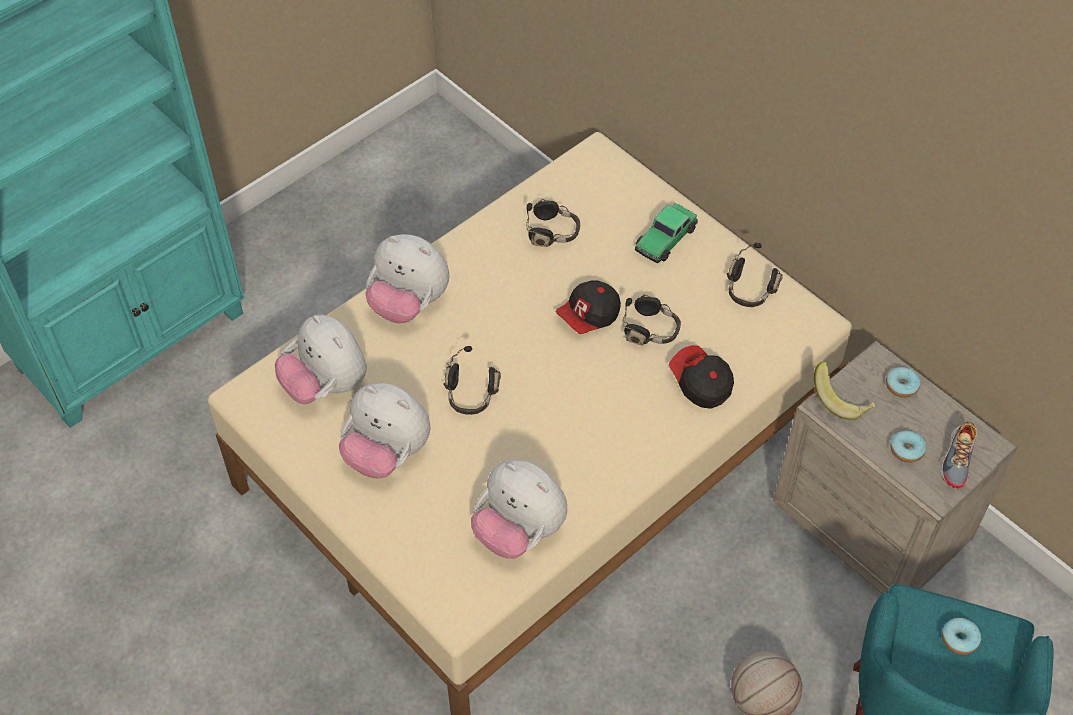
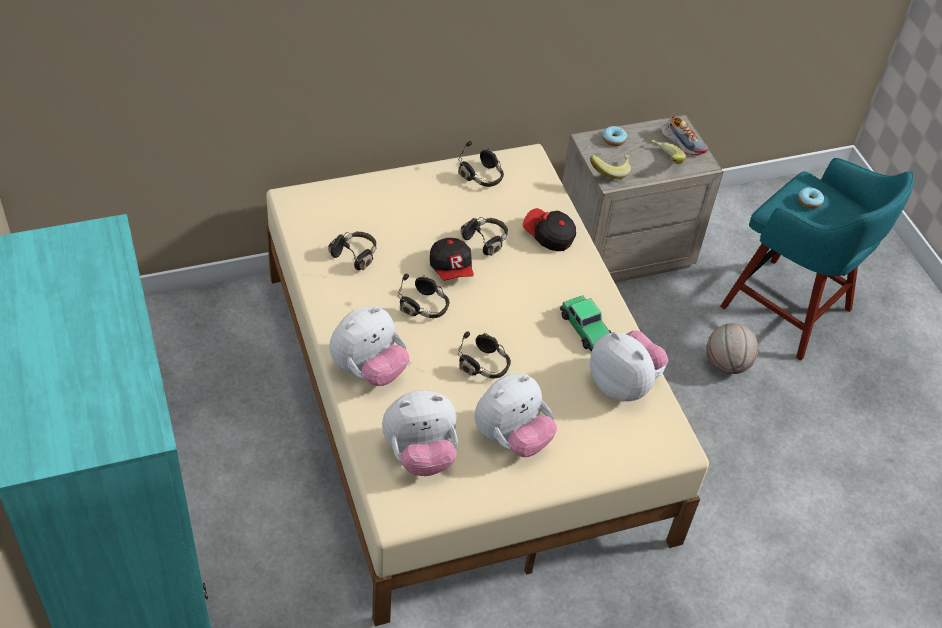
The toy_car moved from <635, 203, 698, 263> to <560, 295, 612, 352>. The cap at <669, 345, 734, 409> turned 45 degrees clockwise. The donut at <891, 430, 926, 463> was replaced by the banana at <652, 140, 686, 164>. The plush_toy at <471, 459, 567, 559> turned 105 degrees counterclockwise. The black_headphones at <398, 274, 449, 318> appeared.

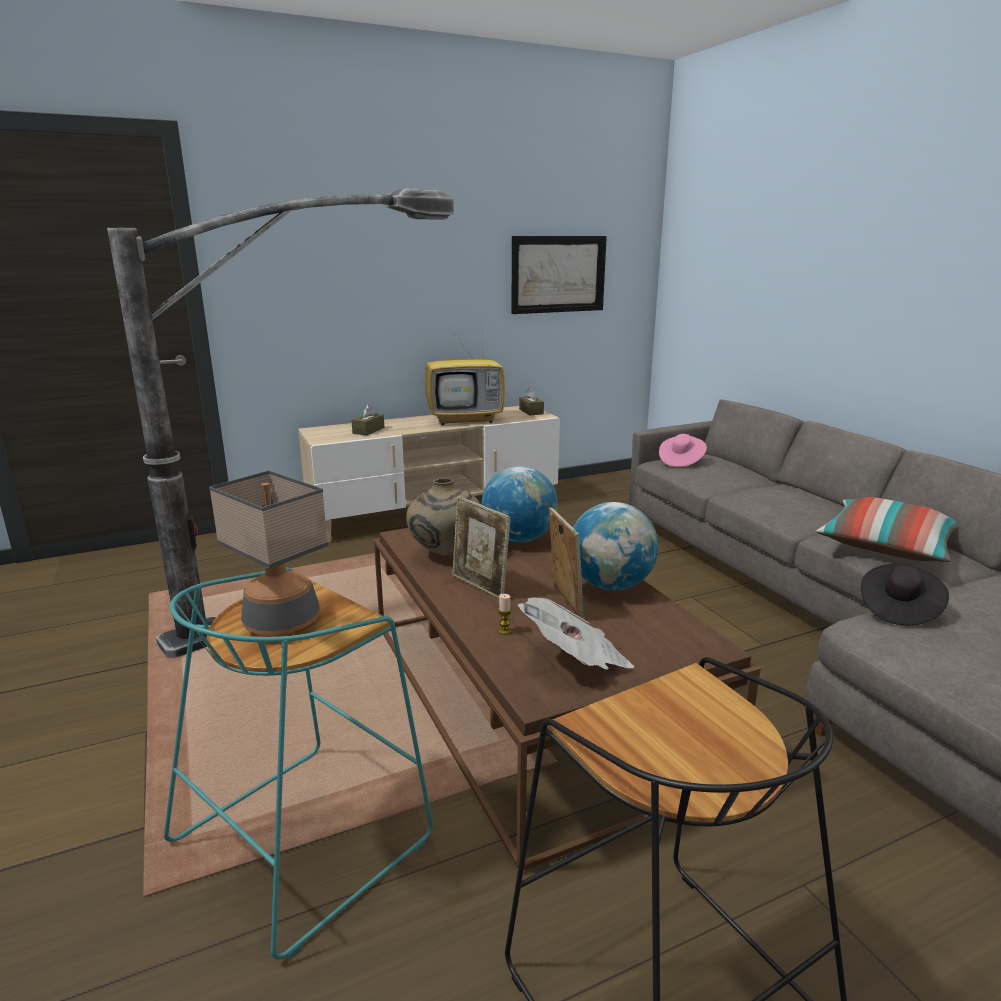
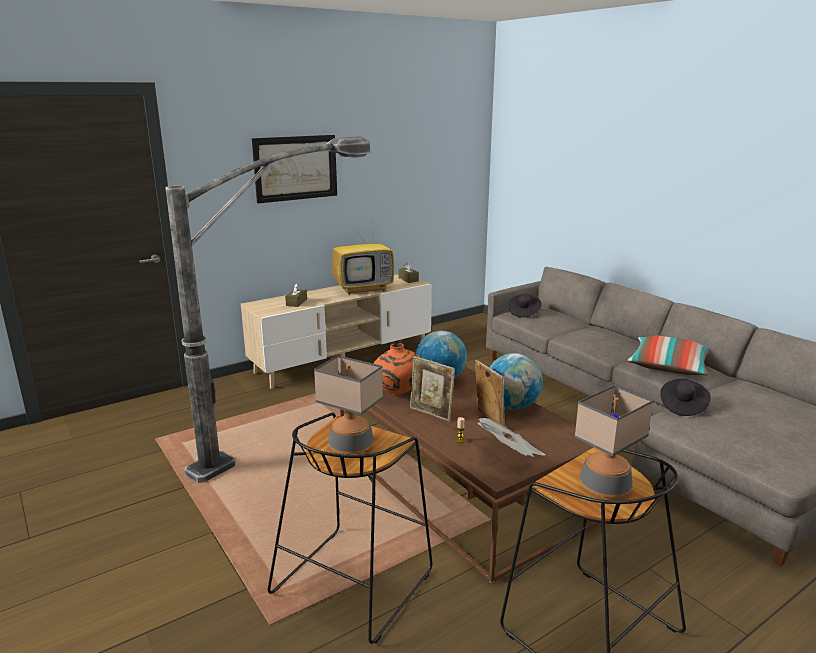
The picture moved from <511, 236, 607, 314> to <252, 135, 337, 203>. The pink_hat at <659, 434, 707, 467> became the black_hat at <508, 294, 542, 318>. The beige_vase at <406, 479, 480, 556> became the orange_vase at <373, 343, 419, 395>. The turquoise_stool at <164, 568, 433, 960> became the black_stool at <268, 413, 432, 644>. The table_lamp at <574, 385, 654, 498> appeared.

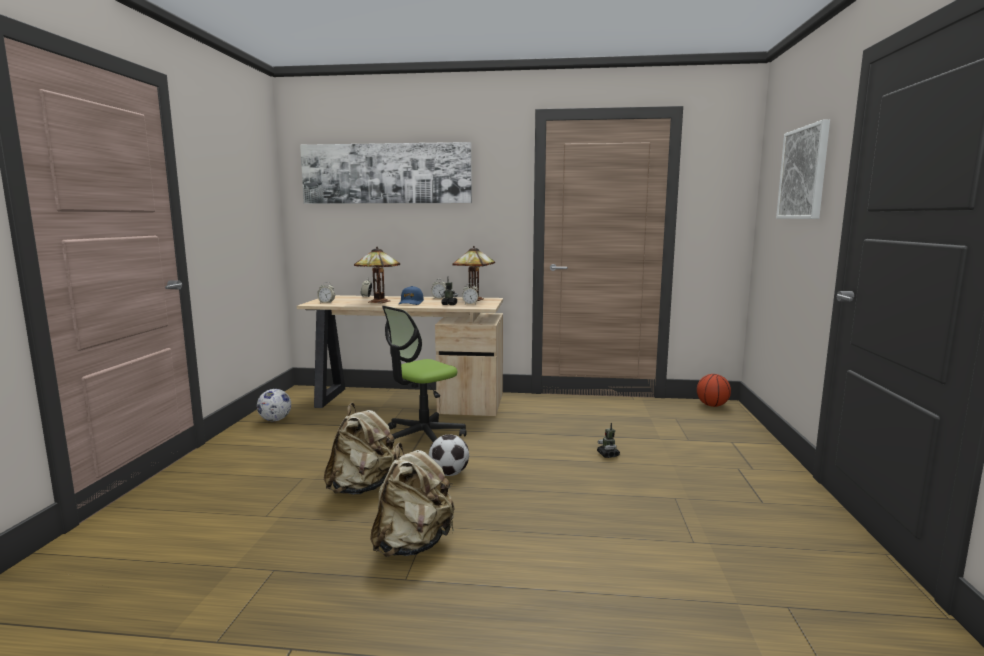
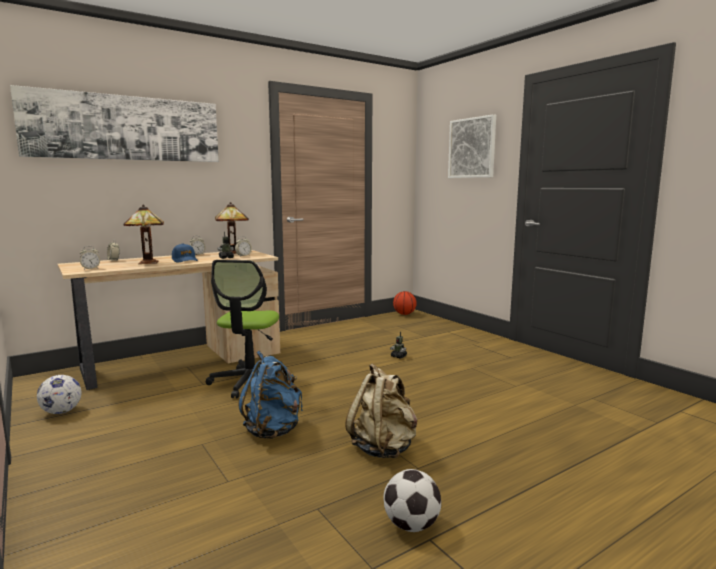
The beige_backpack at <324, 403, 397, 495> became the blue_backpack at <238, 351, 303, 439>. The football moved from <429, 435, 469, 476> to <384, 469, 441, 532>.

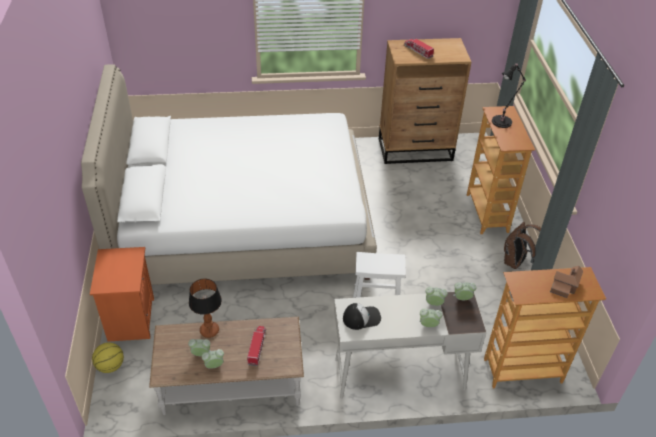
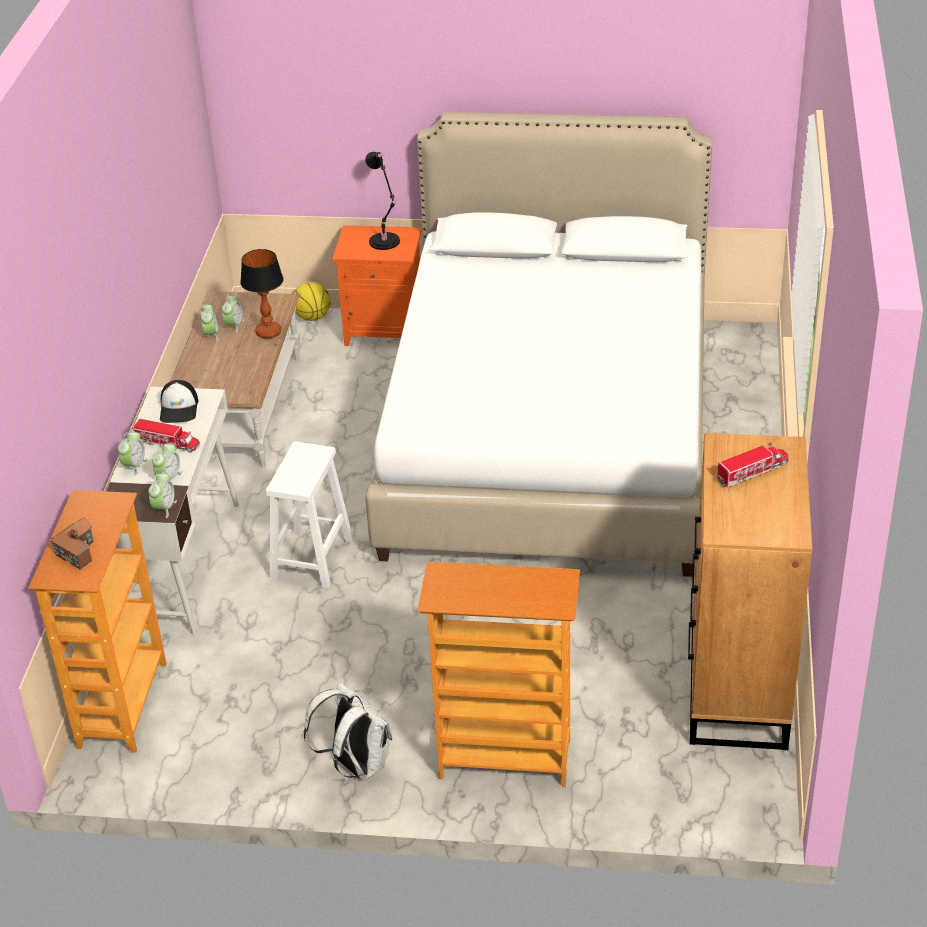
The black_table_lamp moved from <492, 64, 526, 128> to <365, 152, 400, 250>. The brown_backpack at <504, 222, 541, 269> became the white_backpack at <304, 683, 392, 781>. The toy_truck moved from <247, 326, 266, 366> to <132, 419, 200, 453>.

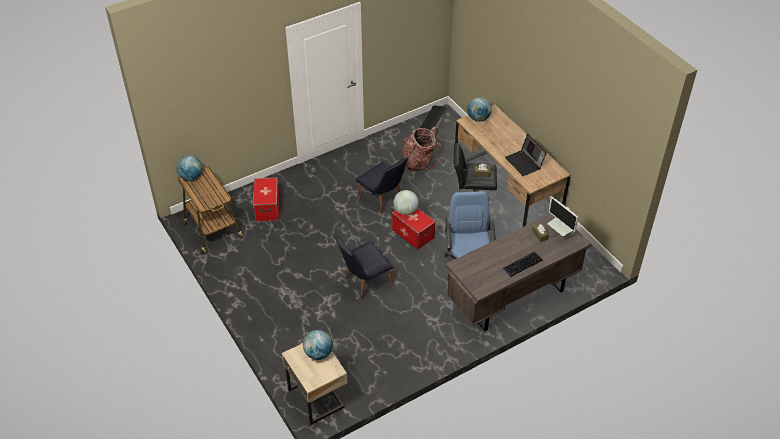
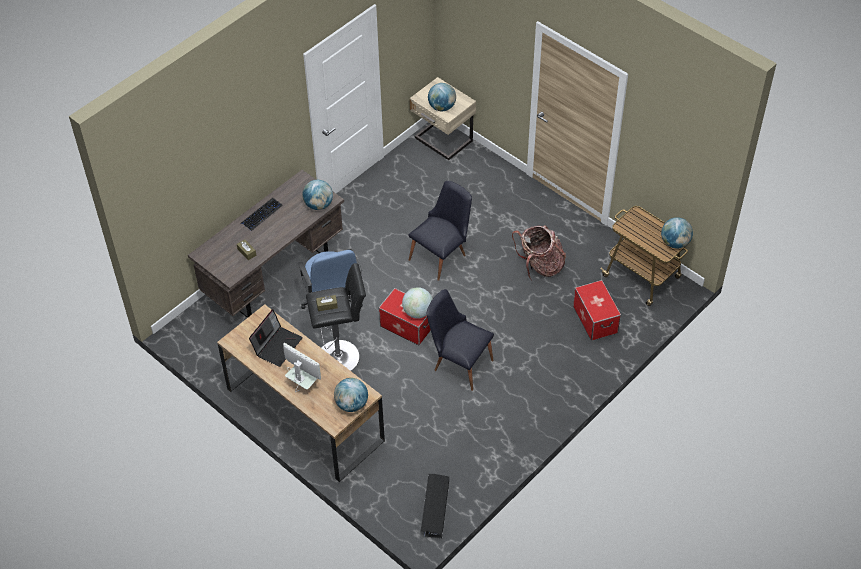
The backpack moved from <402, 127, 442, 172> to <512, 225, 566, 280>. The laptop at <505, 134, 546, 176> turned 75 degrees clockwise. The monitor moved from <547, 197, 578, 241> to <283, 343, 321, 392>. The globe at <302, 180, 333, 210> appeared.

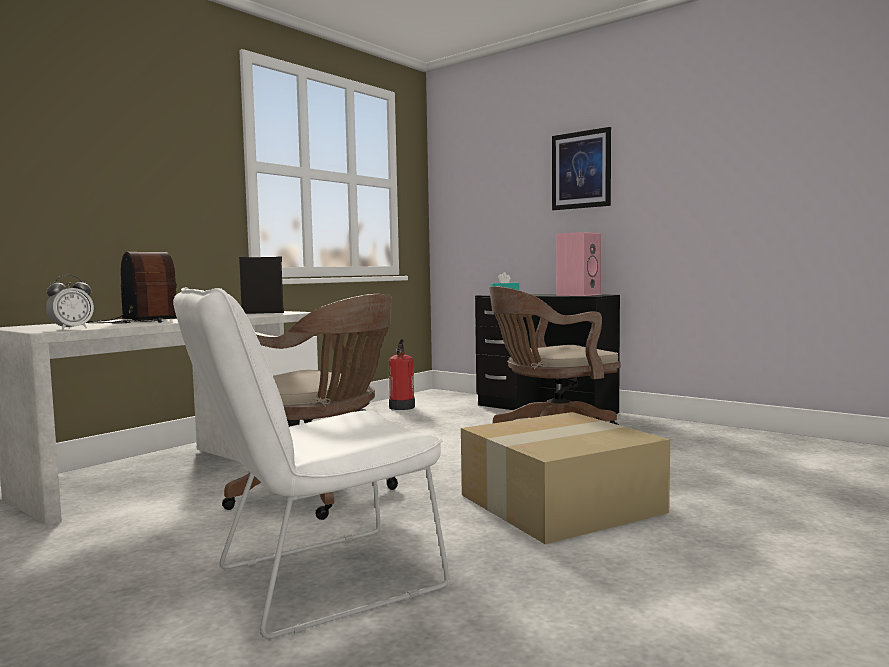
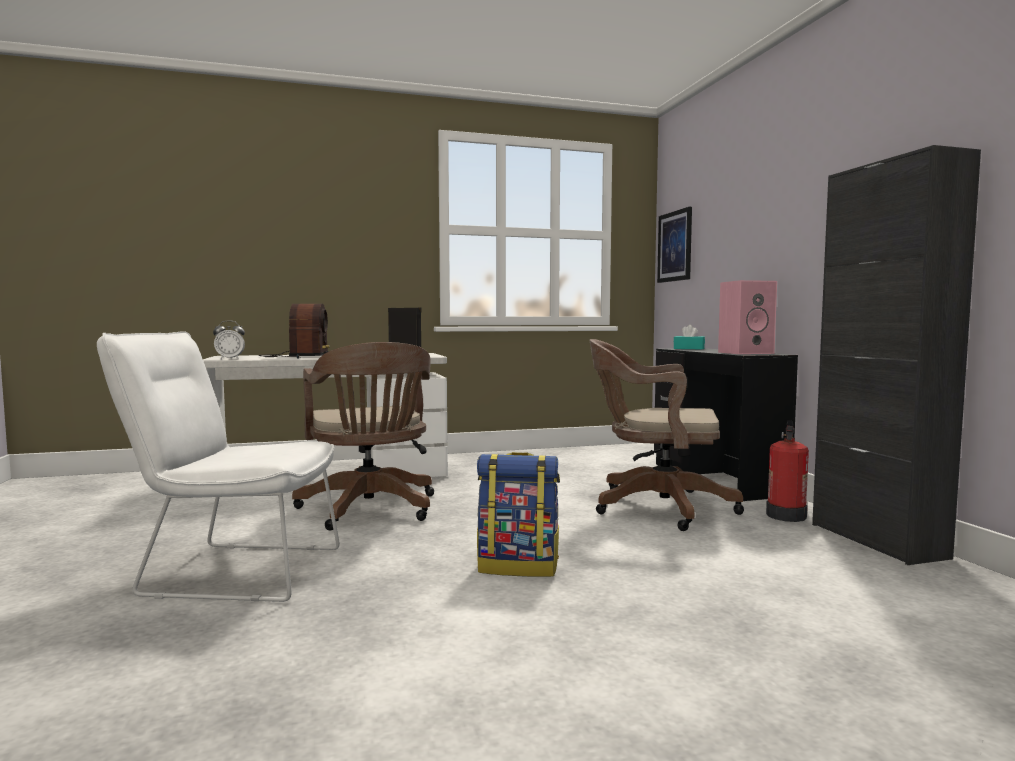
The picture moved from <552, 127, 611, 210> to <657, 207, 692, 283>. The fire_extinguisher moved from <389, 339, 415, 410> to <766, 420, 809, 522>. The cardboard_box at <461, 412, 670, 544> was replaced by the backpack at <477, 452, 560, 577>. The black_cabinet at <812, 145, 981, 565> appeared.

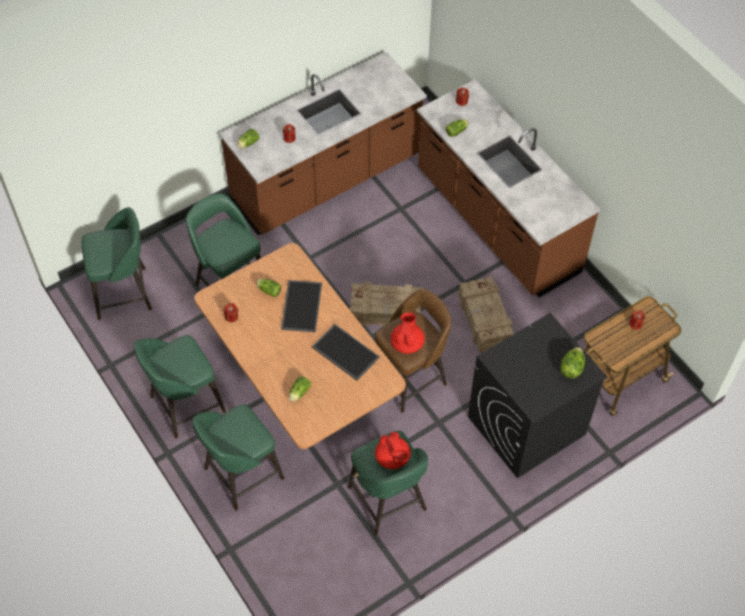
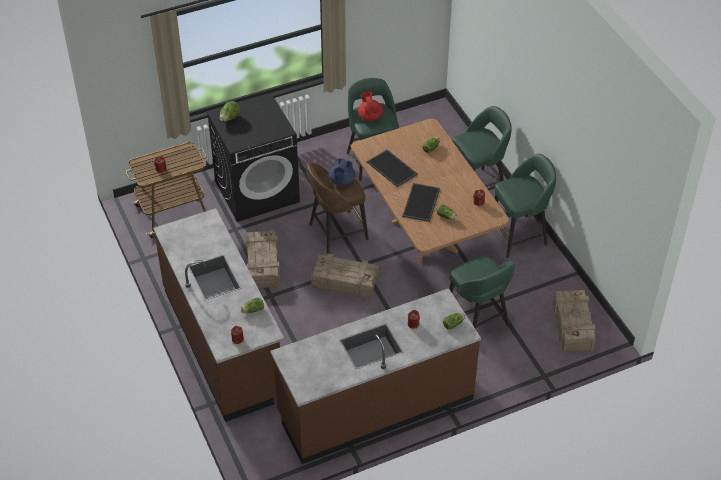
The green_stool at <81, 207, 152, 320> was replaced by the crate at <553, 290, 596, 353>. The red_teapot at <391, 312, 425, 354> became the blue_teapot at <329, 158, 355, 186>.

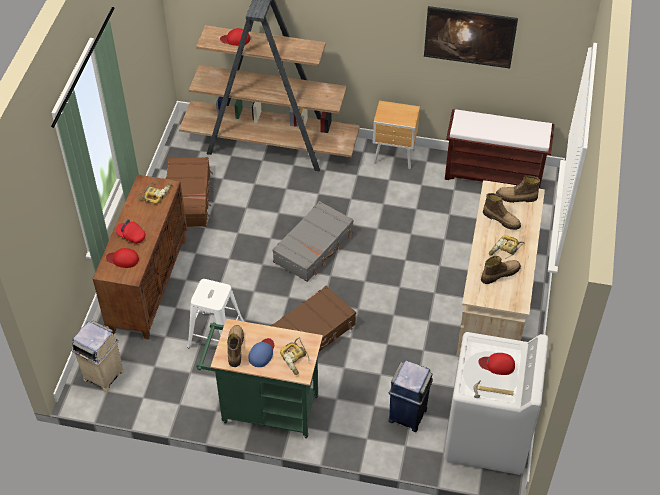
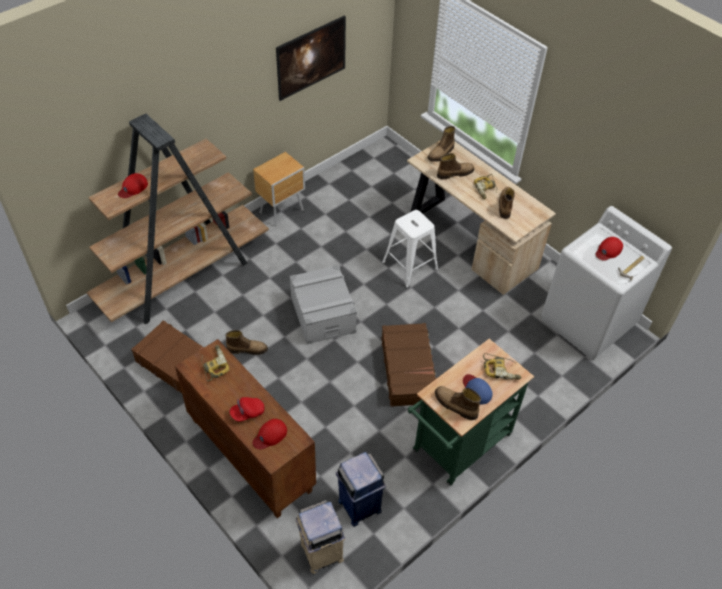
The brown_bench at <445, 109, 555, 189> disappeared. The grey_suitcase at <272, 201, 354, 282> was replaced by the grey_storage_box at <289, 265, 357, 344>. The white_stool moved from <187, 279, 244, 348> to <382, 210, 439, 288>. The blue_trash_can moved from <388, 360, 433, 432> to <336, 452, 386, 527>. The boot at <225, 330, 268, 355> appeared.

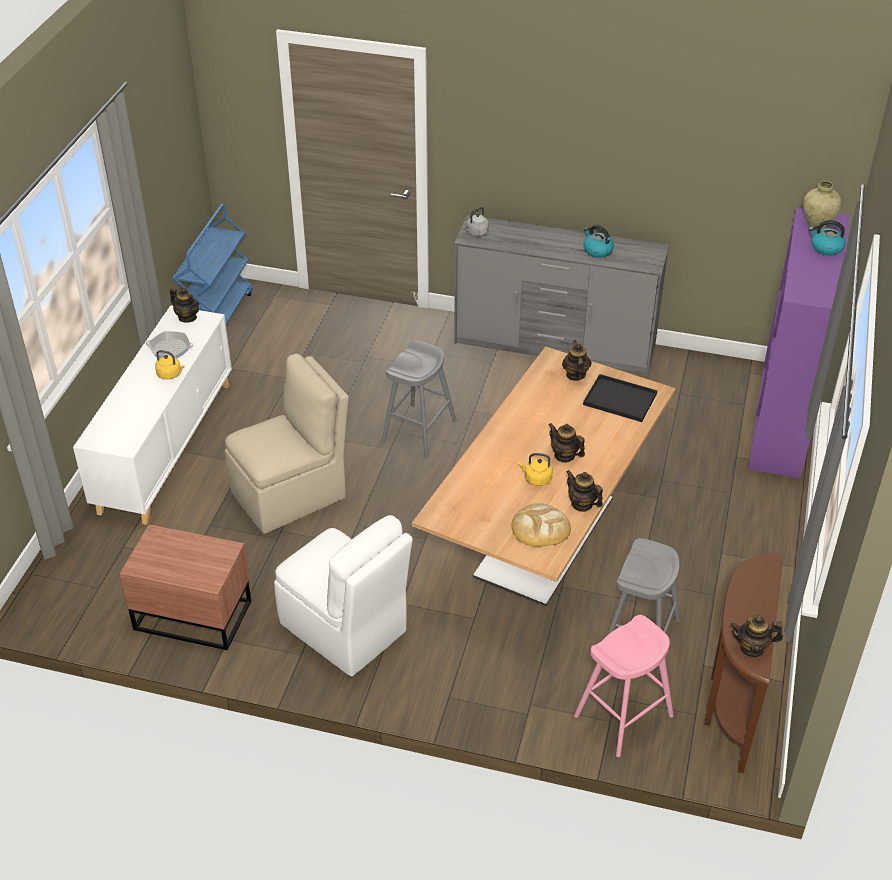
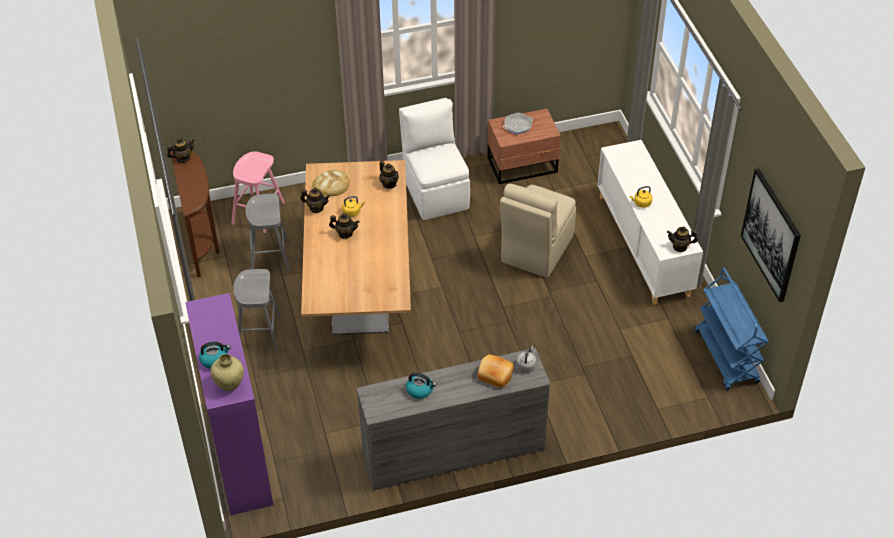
The frying_pan moved from <146, 331, 193, 359> to <503, 113, 533, 134>. The teapot moved from <562, 340, 592, 381> to <379, 161, 399, 189>. The grey_stool moved from <382, 341, 457, 458> to <233, 269, 280, 351>. The black_tray at <583, 374, 657, 422> disappeared. The white_chair at <274, 515, 413, 677> turned 60 degrees clockwise. The picture at <741, 168, 801, 302> appeared. The bread at <477, 354, 514, 388> appeared.

